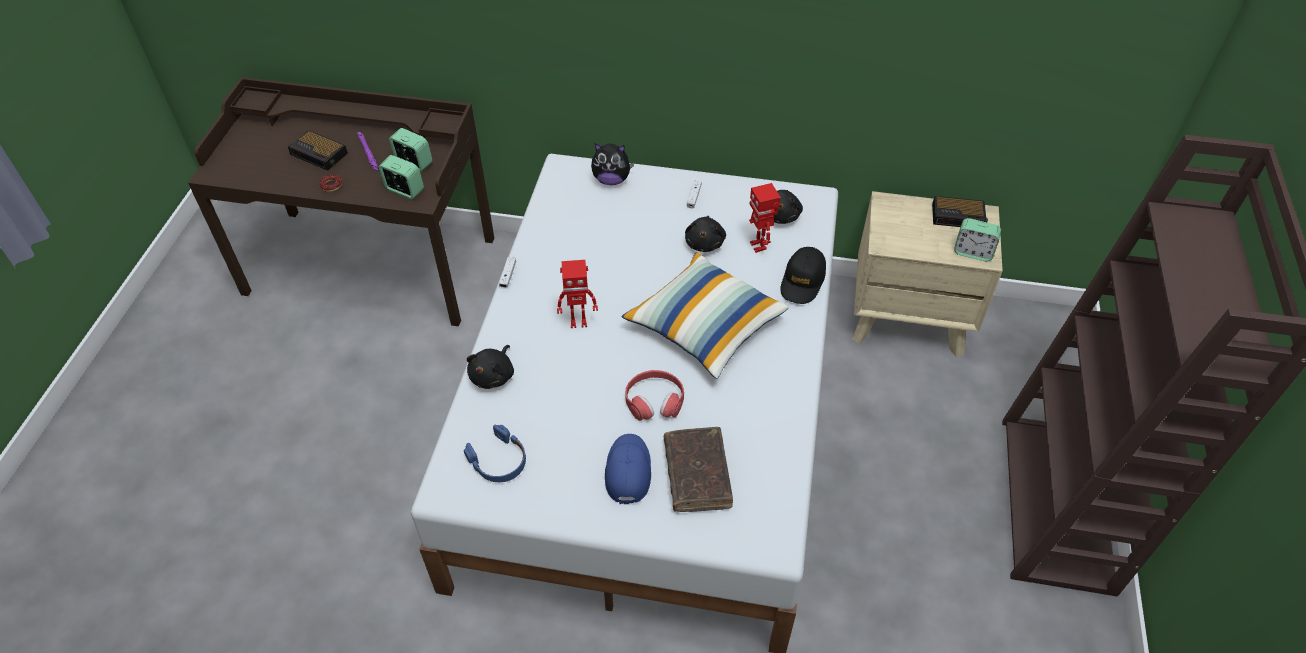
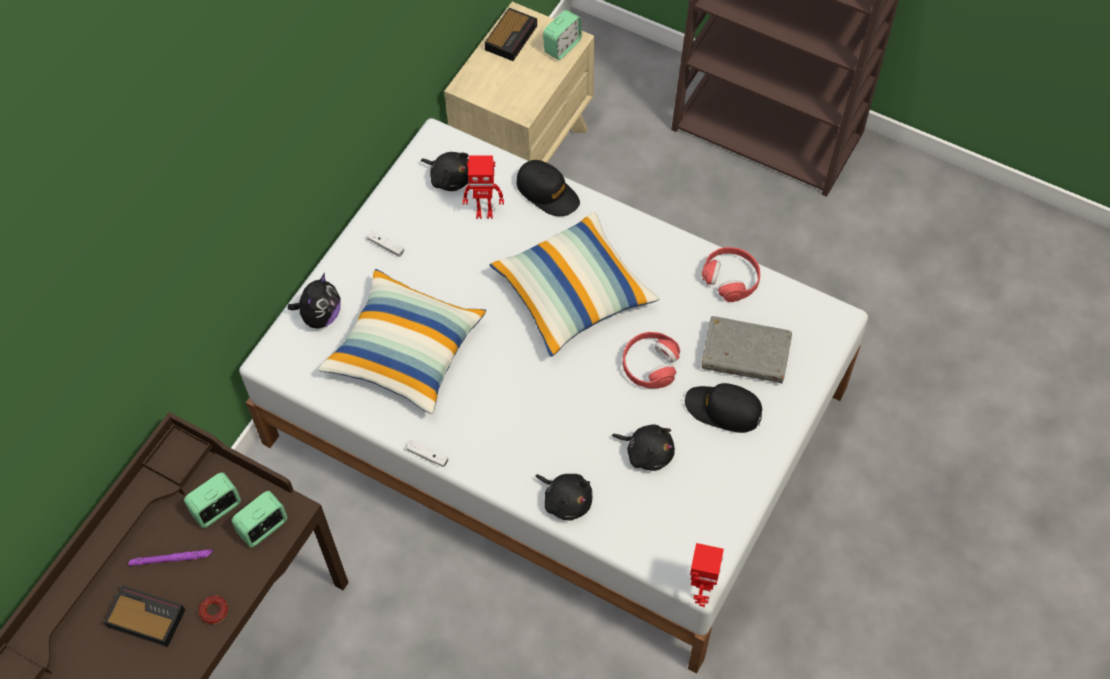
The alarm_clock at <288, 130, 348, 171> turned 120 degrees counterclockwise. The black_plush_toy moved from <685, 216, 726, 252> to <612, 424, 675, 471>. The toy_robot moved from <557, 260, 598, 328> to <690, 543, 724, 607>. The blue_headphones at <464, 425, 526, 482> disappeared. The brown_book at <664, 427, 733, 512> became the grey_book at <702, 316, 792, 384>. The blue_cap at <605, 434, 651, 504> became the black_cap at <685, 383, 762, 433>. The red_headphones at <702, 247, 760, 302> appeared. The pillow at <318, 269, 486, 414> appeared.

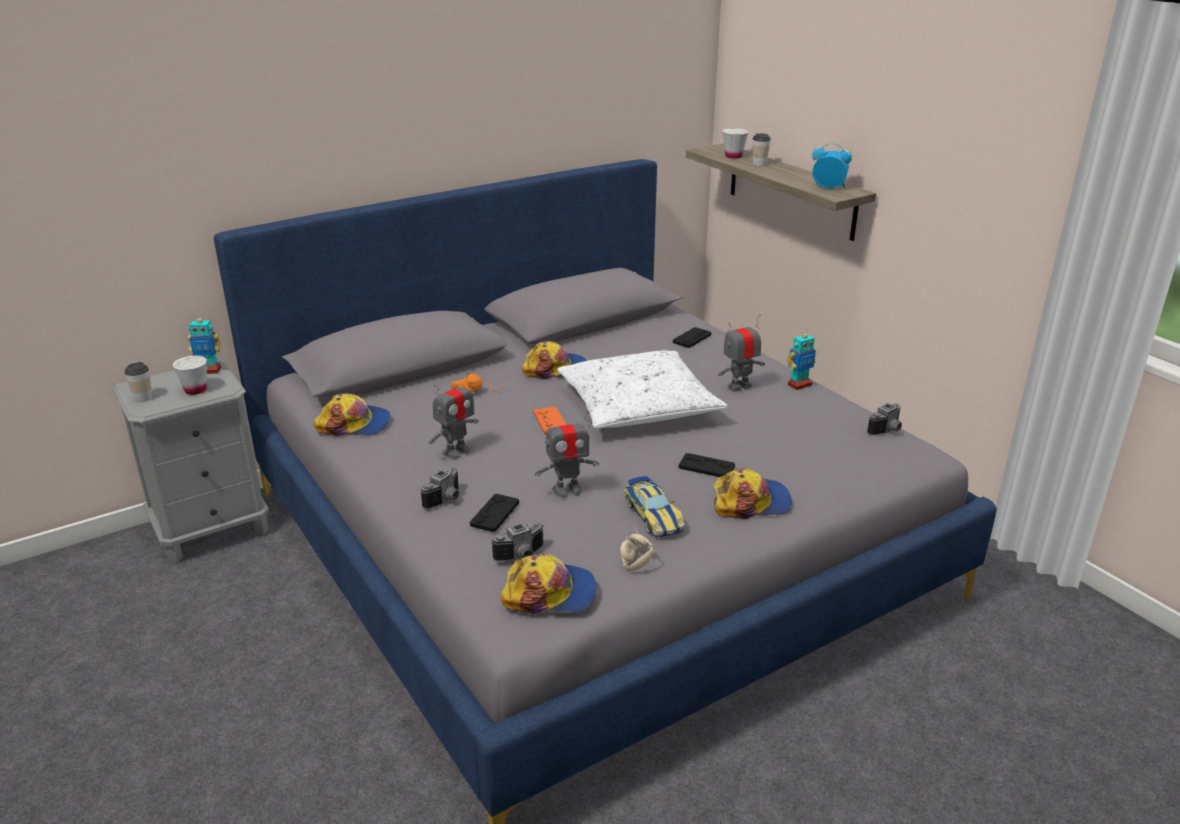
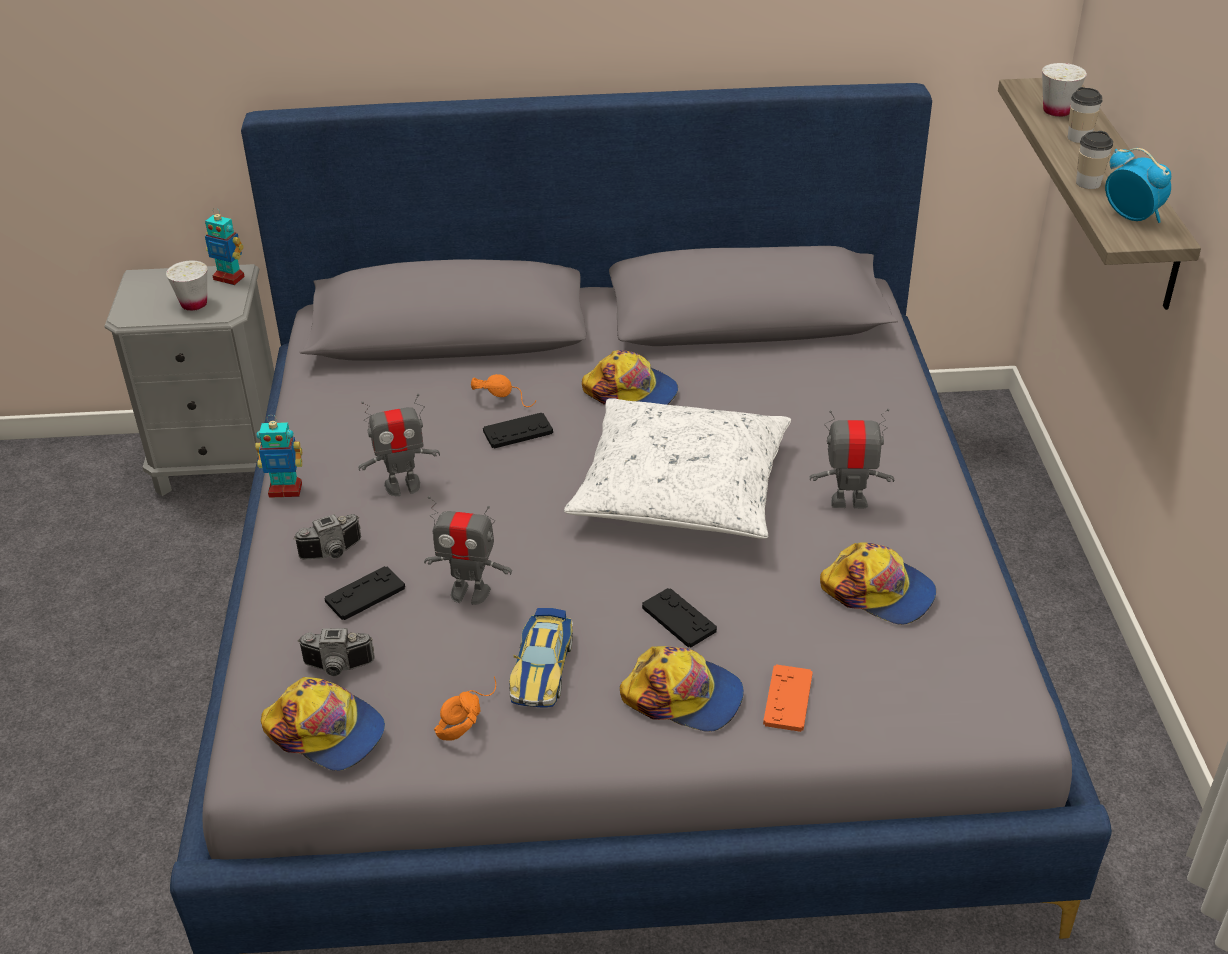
The black_game_controller moved from <673, 327, 711, 348> to <483, 413, 553, 448>. The toy_robot moved from <787, 328, 816, 390> to <255, 415, 302, 498>. The cup moved from <125, 362, 152, 402> to <1076, 131, 1113, 189>. The cap moved from <314, 393, 390, 436> to <820, 543, 936, 625>. The photo_camera at <867, 403, 902, 435> disappeared. The orange_game_controller moved from <533, 407, 566, 435> to <763, 664, 813, 732>. The beige_headphones at <620, 526, 655, 571> became the orange_headphones at <434, 677, 496, 741>.

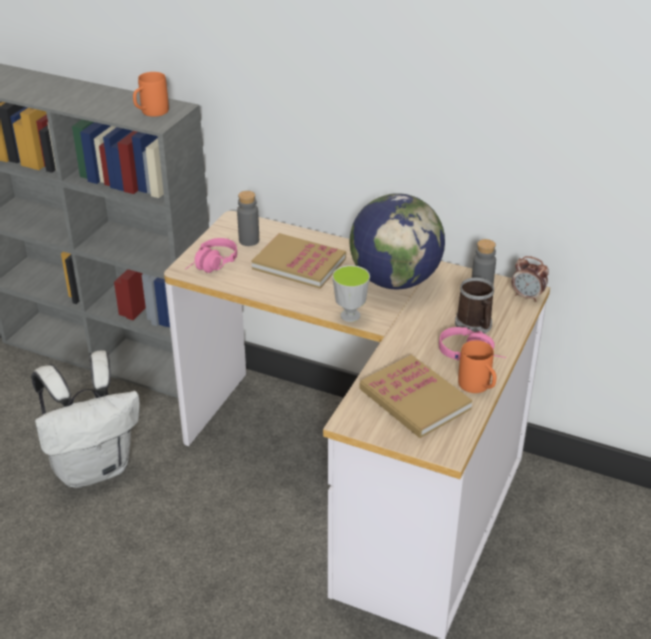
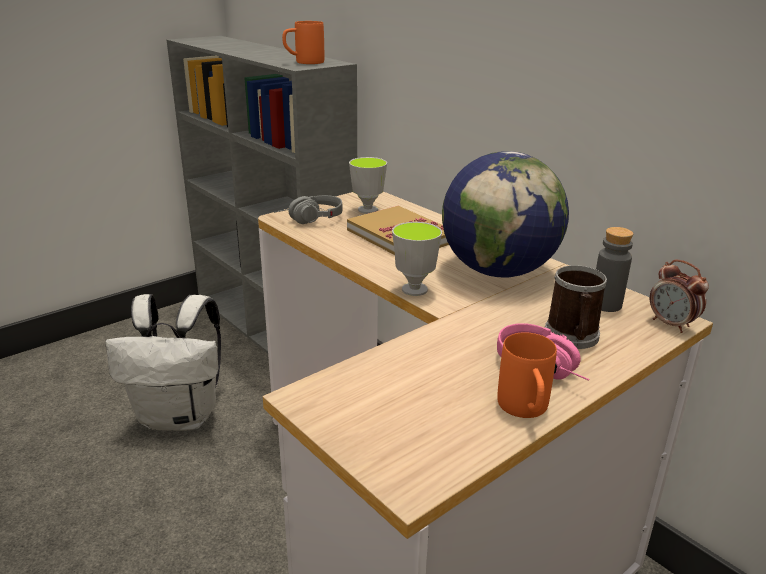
The grey_bottle at <237, 191, 259, 246> was replaced by the cup at <349, 157, 387, 214>. The pink_headphones at <185, 238, 237, 273> became the grey_headphones at <274, 195, 343, 224>. The book at <359, 355, 472, 438> disappeared.

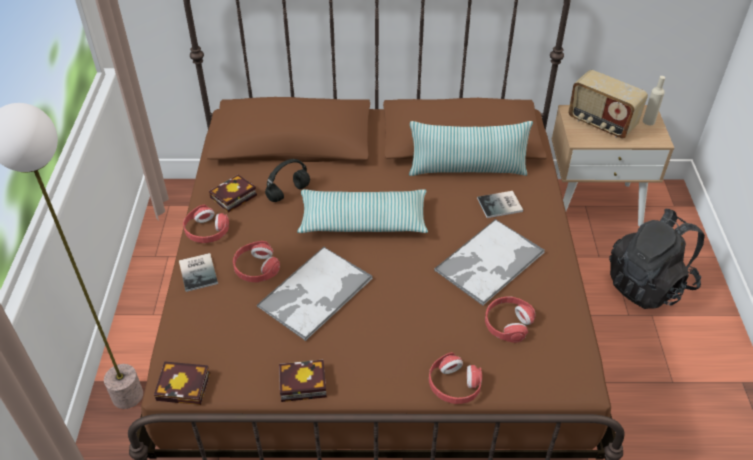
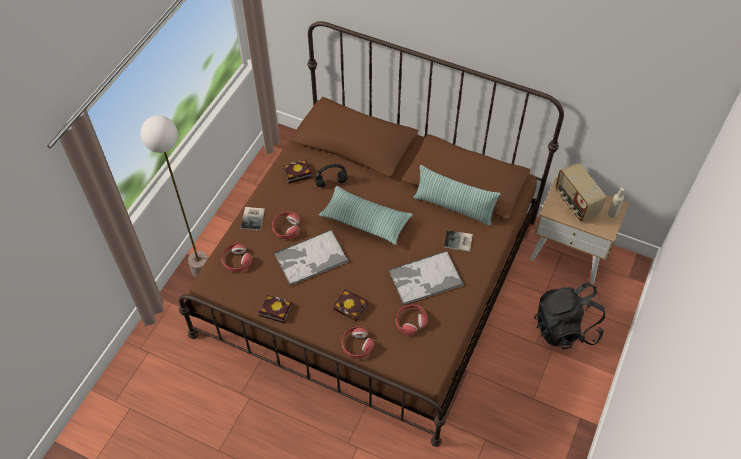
The red_headphones moved from <183, 205, 229, 243> to <221, 243, 253, 272>. The book moved from <154, 361, 210, 405> to <333, 289, 368, 321>.

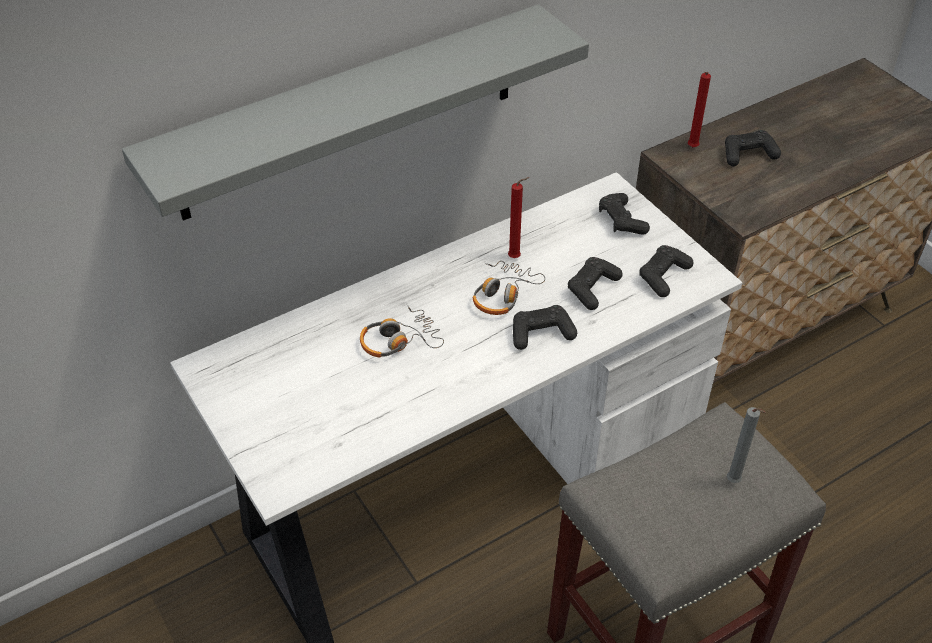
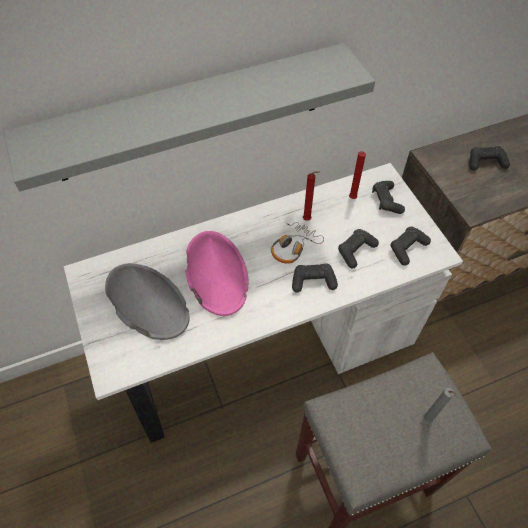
The red_candle moved from <688, 72, 711, 147> to <349, 151, 366, 199>. The headphones at <360, 305, 444, 357> was replaced by the pink_hat at <185, 231, 248, 316>. The grey_hat at <105, 263, 189, 340> appeared.

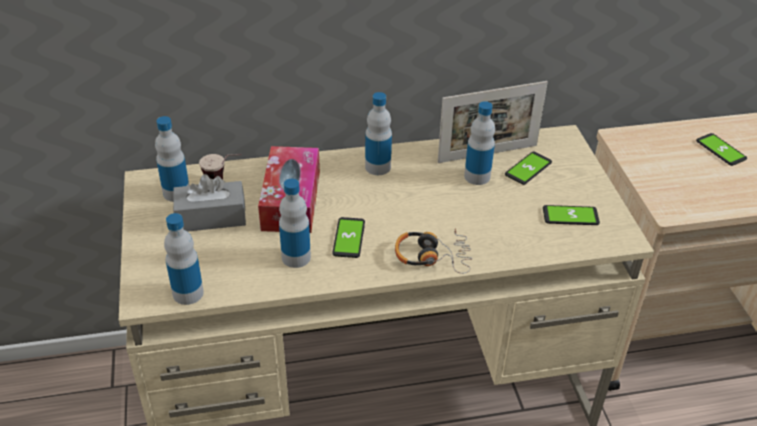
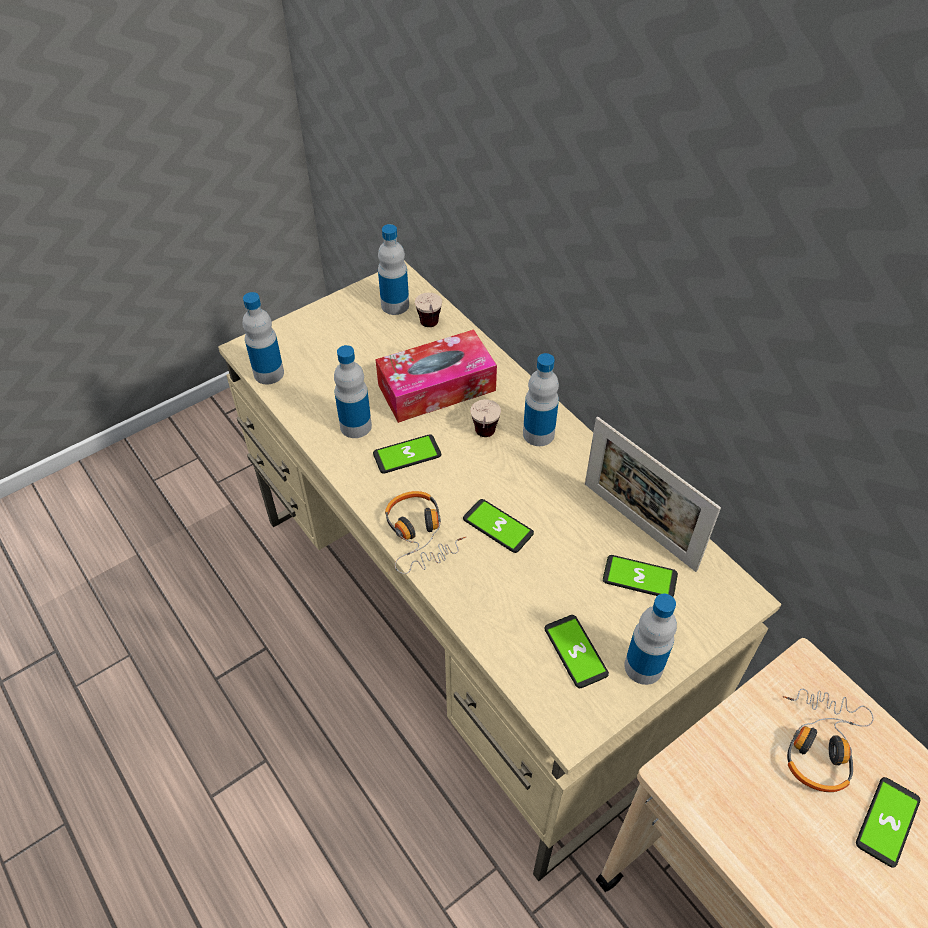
The bottle moved from <464, 101, 495, 185> to <624, 594, 677, 685>. The grey_tissue_box at <173, 174, 246, 232> disappeared. The cup at <471, 399, 501, 437> appeared. The phone at <463, 499, 534, 553> appeared. The headphones at <783, 689, 874, 792> appeared.

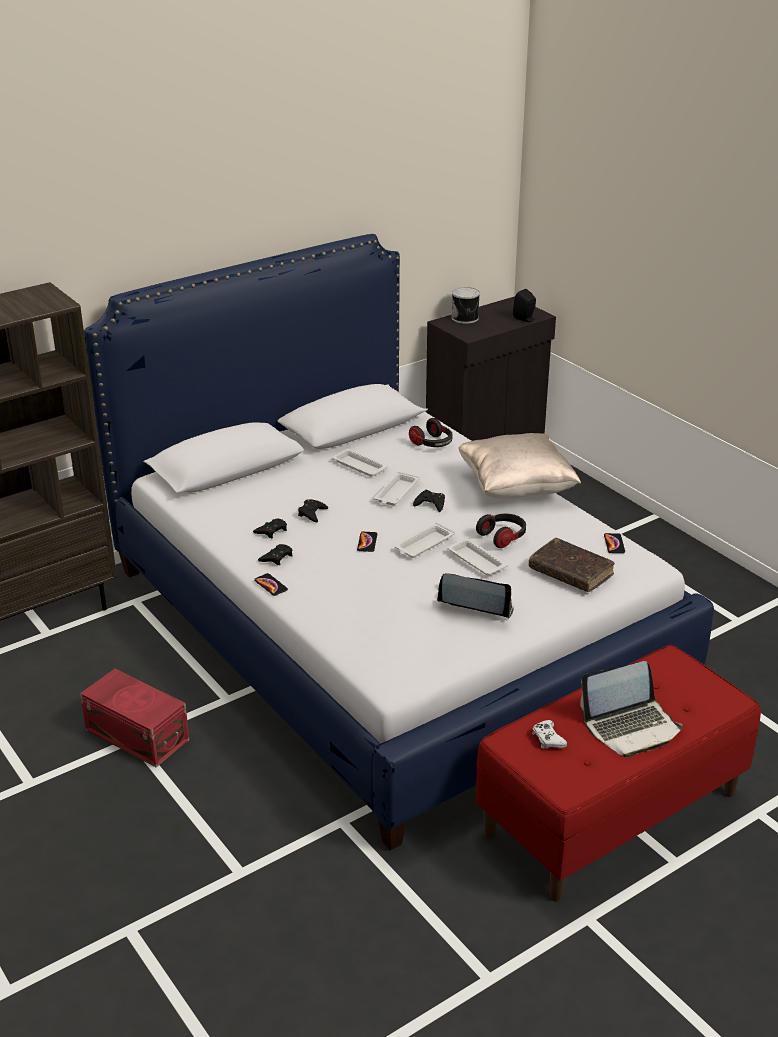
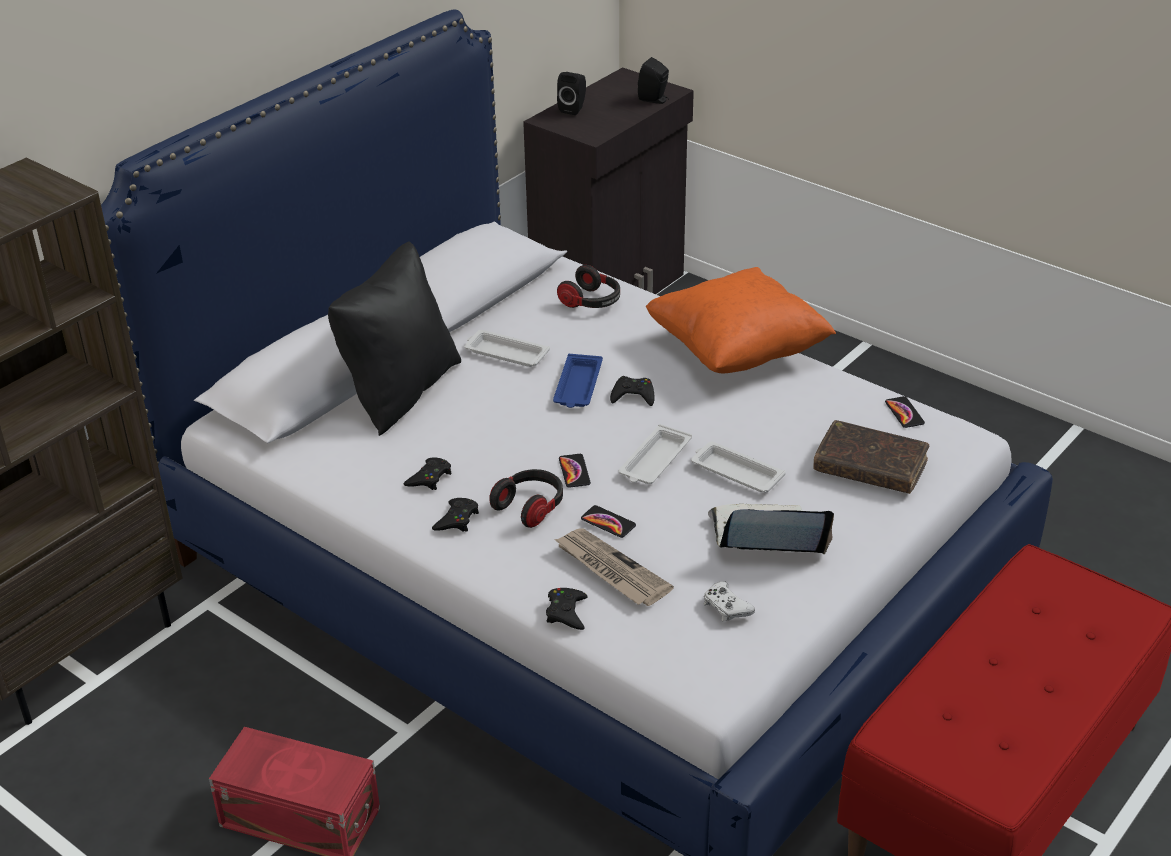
The can at <451, 287, 480, 324> was replaced by the black_speaker at <557, 72, 586, 115>. The beige_pillow at <458, 433, 581, 499> became the orange_pillow at <646, 267, 836, 374>. The white_tray at <374, 471, 420, 505> became the blue_tray at <553, 354, 603, 408>. The black_game_controller moved from <298, 499, 328, 522> to <546, 588, 588, 630>. The headphones moved from <476, 514, 526, 548> to <489, 469, 563, 528>. The phone moved from <254, 573, 288, 596> to <581, 505, 636, 538>. The laptop at <580, 661, 683, 757> disappeared. The white_game_controller moved from <532, 720, 567, 748> to <704, 581, 755, 621>. The black_pillow at <328, 241, 461, 436> appeared. The newspaper at <554, 528, 674, 606> appeared.

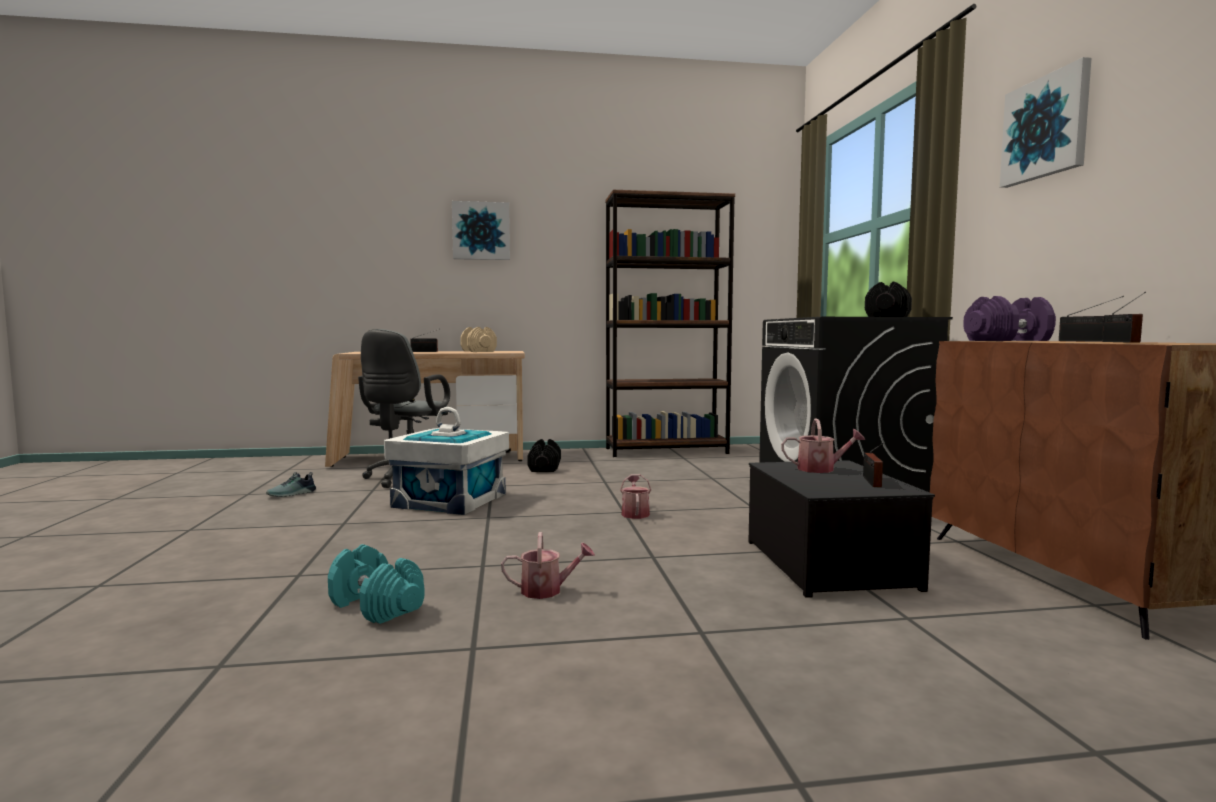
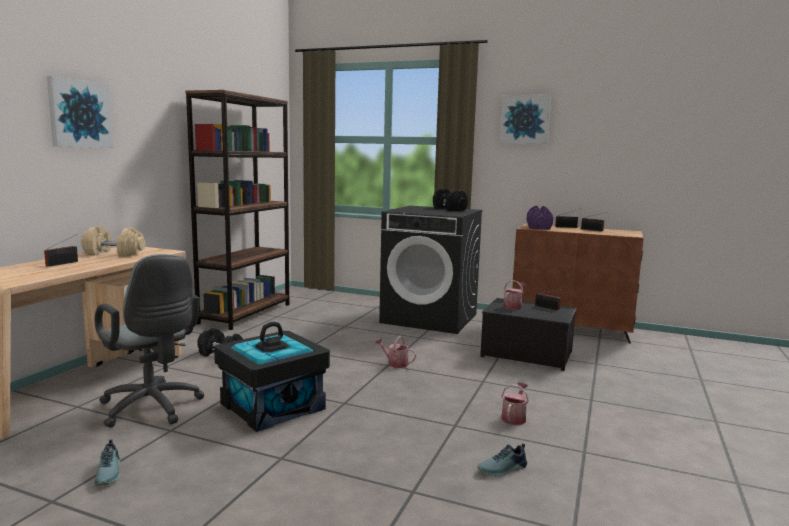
The white_storage_box at <384, 407, 509, 515> became the black_storage_box at <214, 322, 330, 432>. The turquoise_dumbbell at <328, 544, 425, 624> was replaced by the shoe at <477, 443, 527, 476>.

